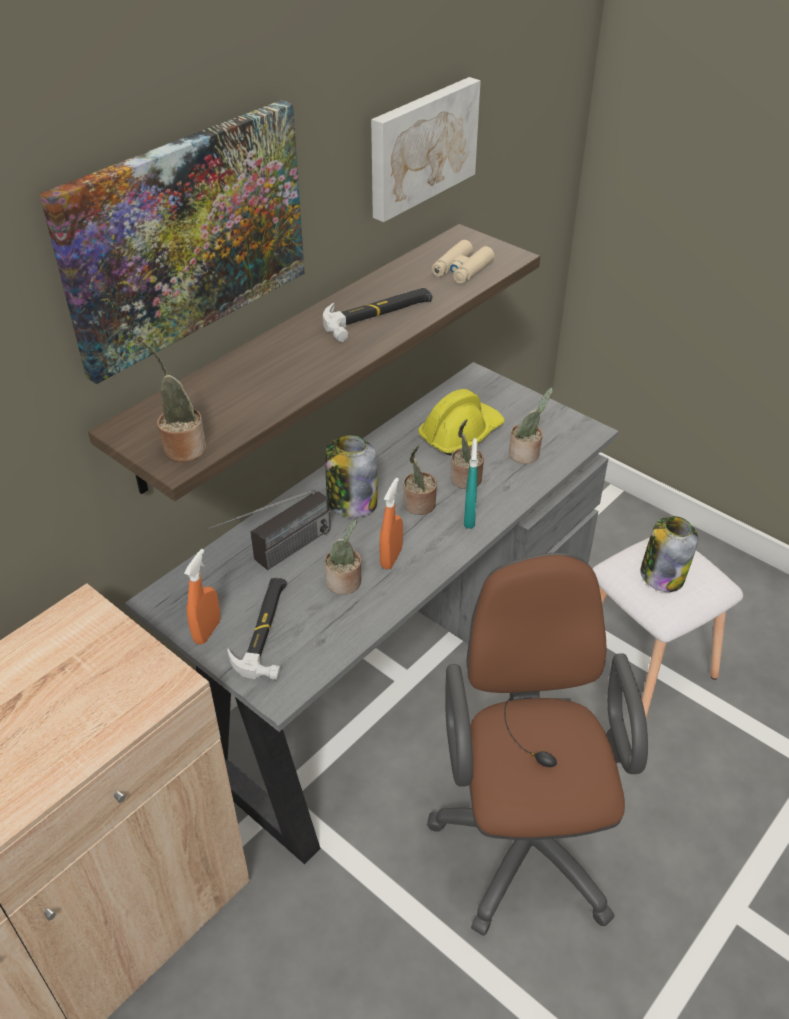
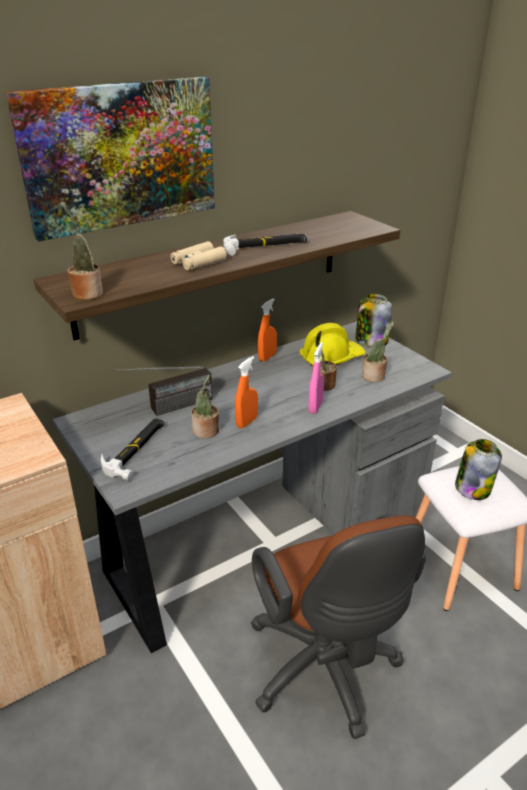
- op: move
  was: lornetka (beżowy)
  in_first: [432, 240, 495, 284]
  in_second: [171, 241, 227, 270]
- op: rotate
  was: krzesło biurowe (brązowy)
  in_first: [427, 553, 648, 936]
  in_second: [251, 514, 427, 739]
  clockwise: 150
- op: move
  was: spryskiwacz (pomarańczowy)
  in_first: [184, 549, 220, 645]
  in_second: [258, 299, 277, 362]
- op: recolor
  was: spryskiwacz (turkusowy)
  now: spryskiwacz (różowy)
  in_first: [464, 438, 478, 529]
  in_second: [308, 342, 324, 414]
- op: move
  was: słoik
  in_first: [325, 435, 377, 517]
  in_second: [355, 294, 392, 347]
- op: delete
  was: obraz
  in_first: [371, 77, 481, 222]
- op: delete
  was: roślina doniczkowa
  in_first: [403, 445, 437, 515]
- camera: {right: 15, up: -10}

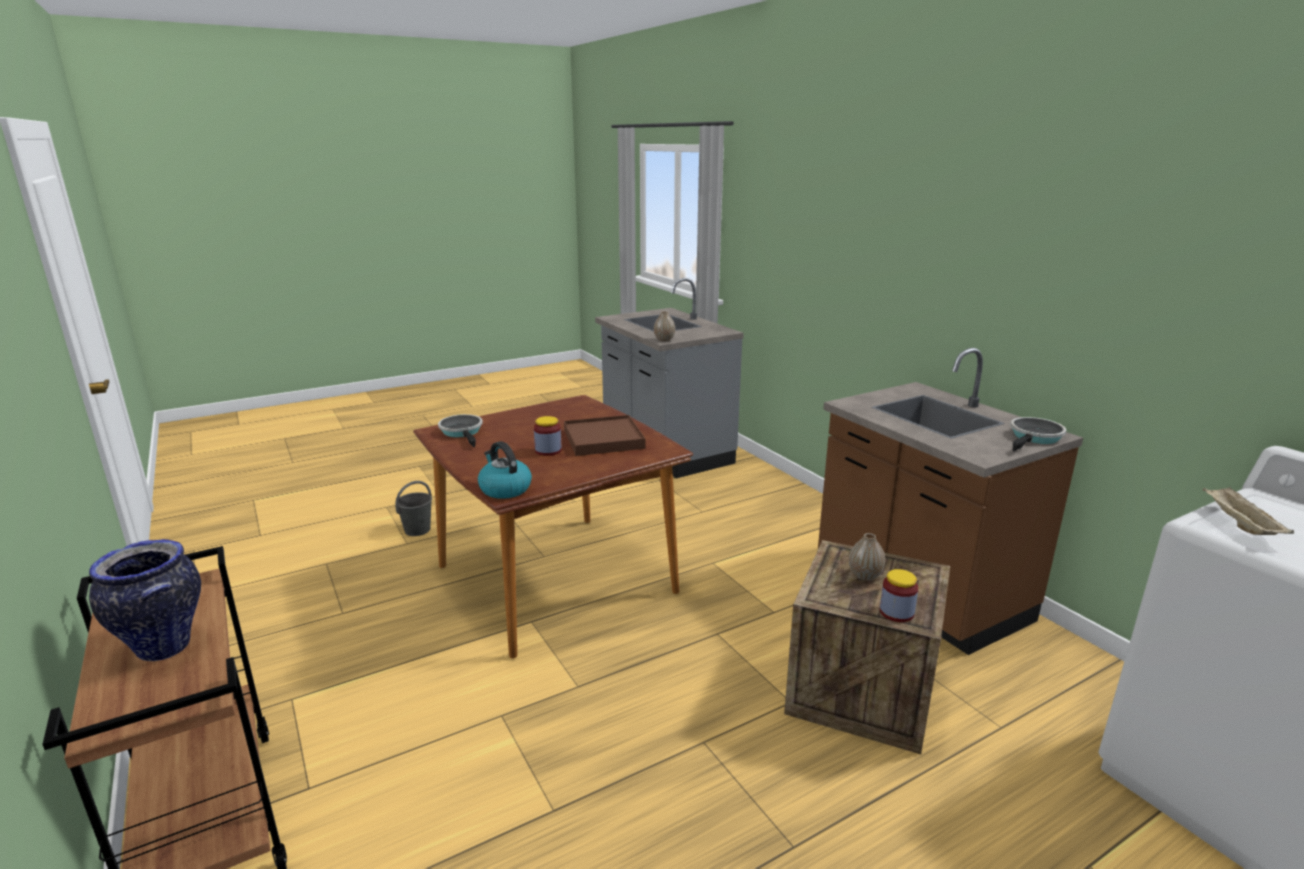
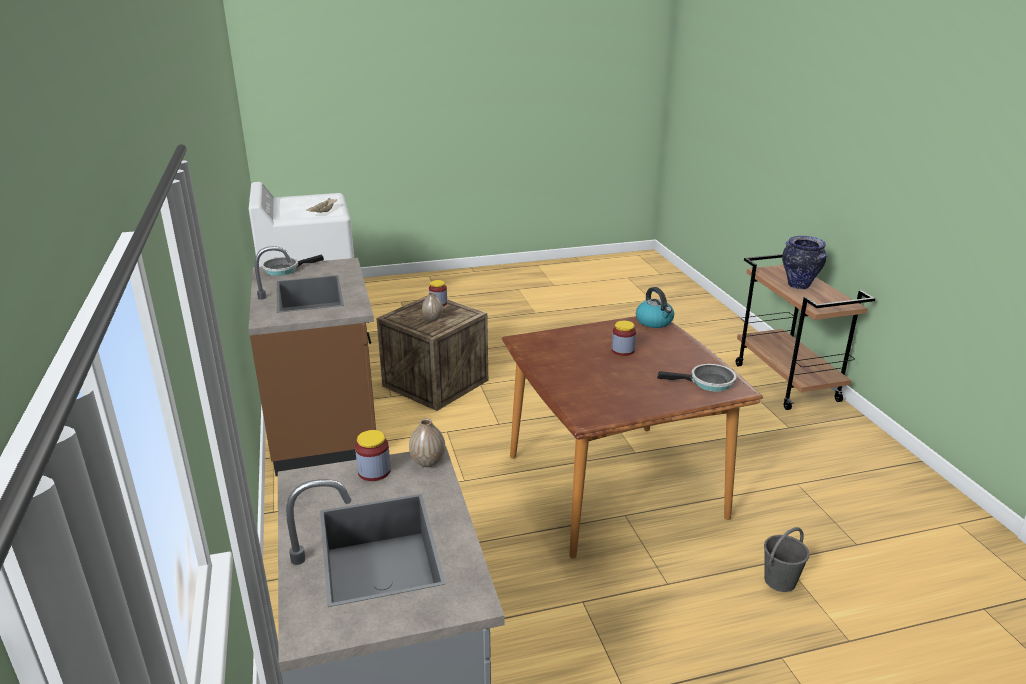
- op: insert
  now: słoik
  in_second: [355, 430, 391, 481]
- op: rotate
  was: patelnia
  in_first: [438, 414, 483, 447]
  in_second: [657, 364, 736, 391]
  clockwise: -75
- op: delete
  was: taca (brązowy)
  in_first: [564, 415, 646, 456]
- camera: {right: -165, up: 5}

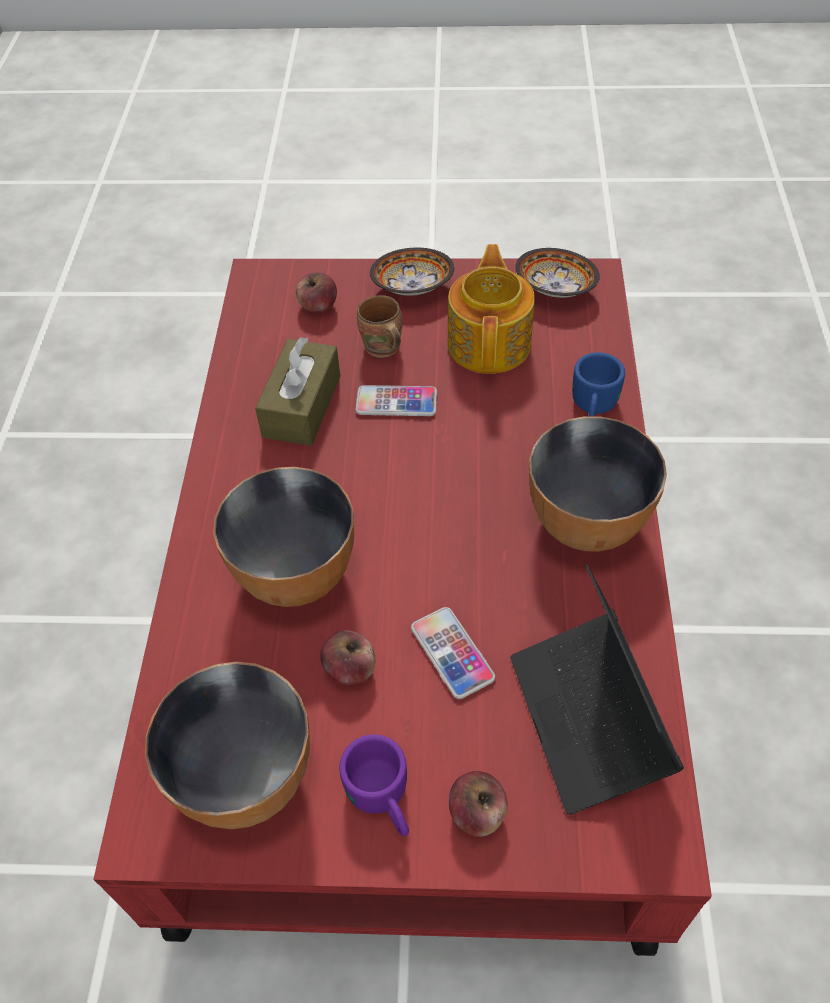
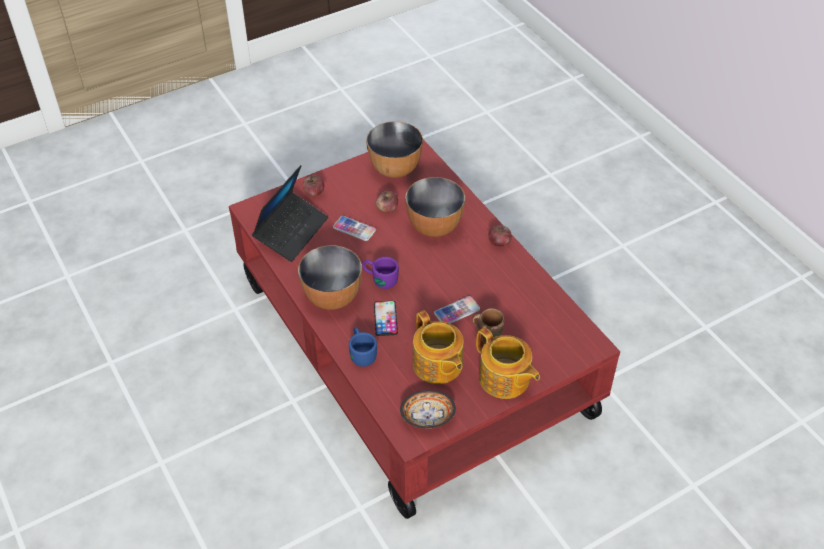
- op: rotate
  was: laptop
  in_first: [510, 564, 684, 815]
  in_second: [252, 165, 328, 262]
  clockwise: 75
- op: move
  was: kubek (fioletowy)
  in_first: [339, 734, 409, 836]
  in_second: [362, 257, 399, 289]
- op: insert
  now: telefon
  in_second: [374, 301, 398, 336]
- op: replace
  was: miska
  now: imbryk
  in_first: [370, 248, 455, 296]
  in_second: [476, 327, 540, 399]
- op: move
  was: jabłko
  in_first: [296, 272, 337, 312]
  in_second: [489, 225, 512, 247]
- op: delete
  was: pudełko chusteczek (brązowy)
  in_first: [255, 337, 340, 446]
- camera: {right: 145, up: -5}

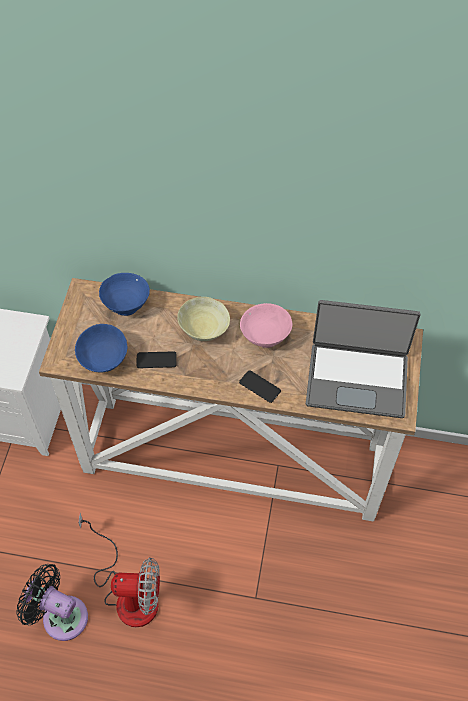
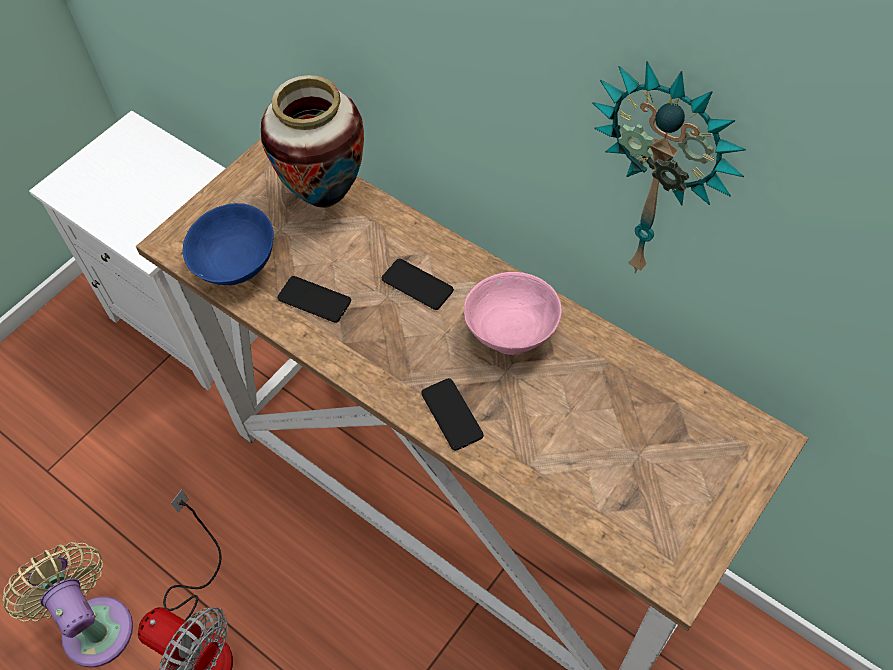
- op: recolor
  was: wentylator (czarny)
  now: wentylator (beżowy)
  in_first: [17, 564, 88, 641]
  in_second: [3, 542, 133, 667]
- op: replace
  was: miska (niebieski)
  now: wazon
  in_first: [99, 273, 150, 316]
  in_second: [261, 75, 364, 208]
- op: replace
  was: miska (beżowy)
  now: telefon
  in_first: [177, 297, 230, 341]
  in_second: [382, 259, 454, 310]
- op: insert
  now: zegar ścienny
  in_second: [592, 61, 746, 274]
- op: delete
  was: laptop
  in_first: [306, 300, 420, 418]
- camera: {right: 30, up: 0}

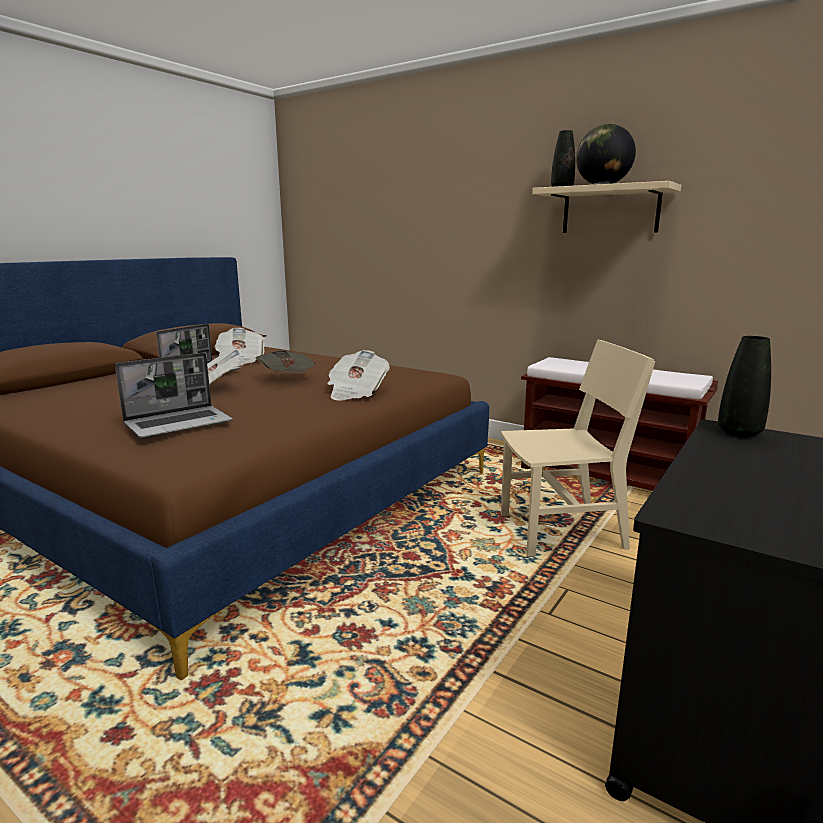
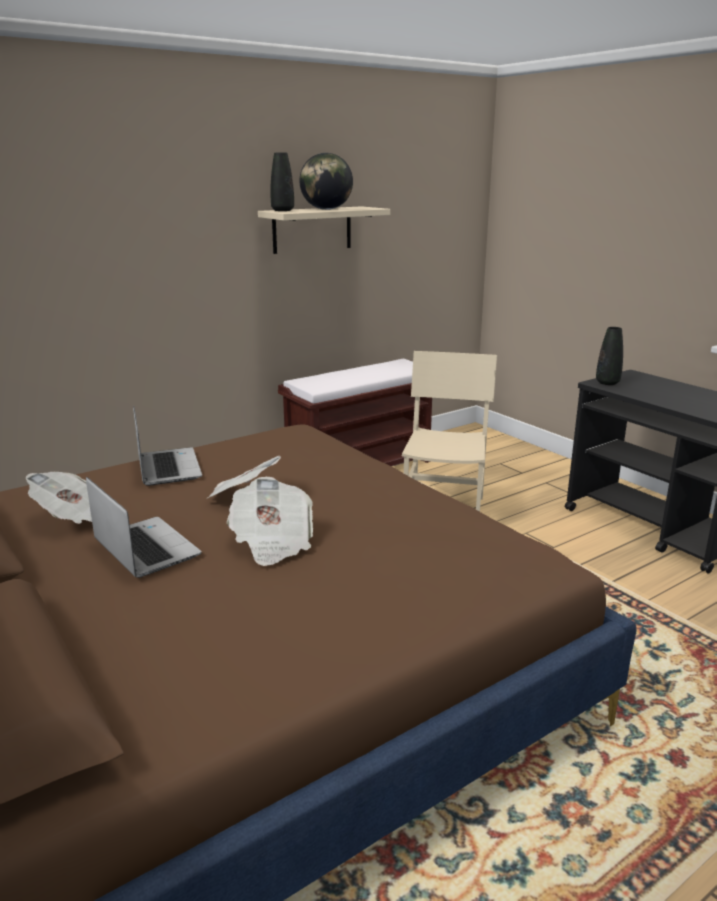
- op: move
  was: laptop
  in_first: [115, 353, 233, 438]
  in_second: [133, 406, 202, 486]
- op: delete
  was: gazeta
  in_first: [328, 350, 390, 401]
- camera: {right: -70, up: 5}

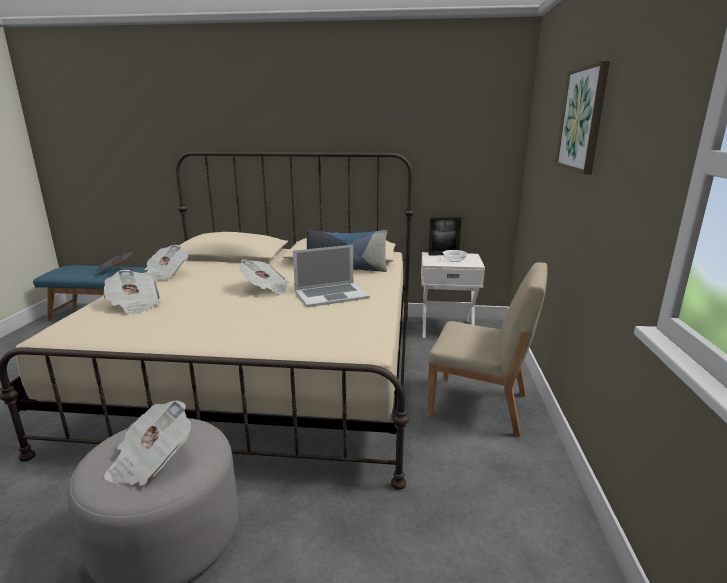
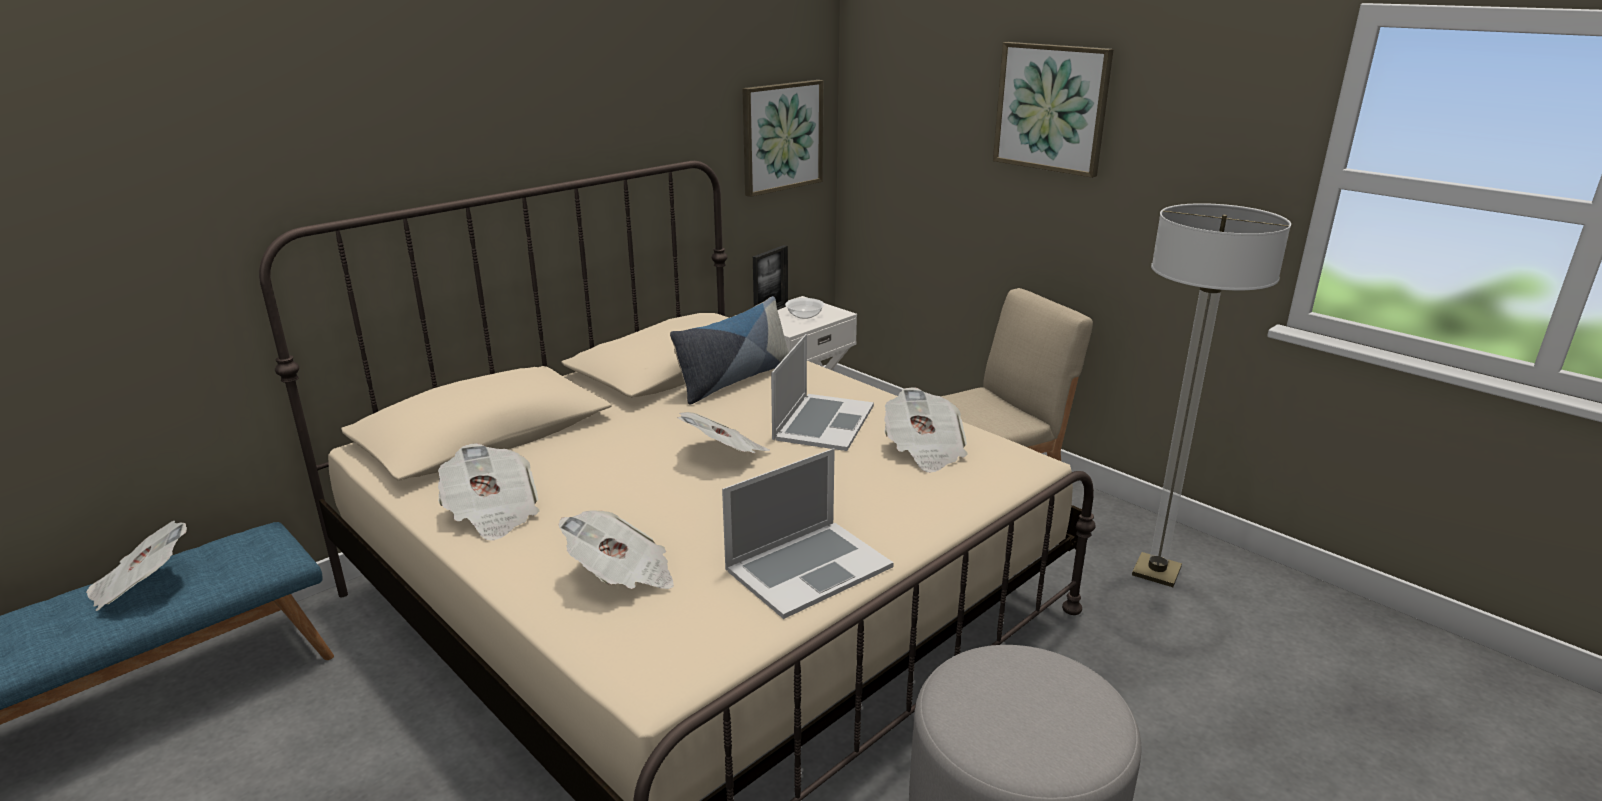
- op: insert
  now: laptop
  in_second: [722, 448, 894, 619]
- op: insert
  now: obraz
  in_second: [742, 80, 823, 197]
- op: move
  was: gazeta
  in_first: [104, 400, 191, 486]
  in_second: [884, 387, 968, 473]
- op: insert
  now: lampa stojąca
  in_second: [1132, 203, 1291, 587]
- camera: {right: -50, up: 5}

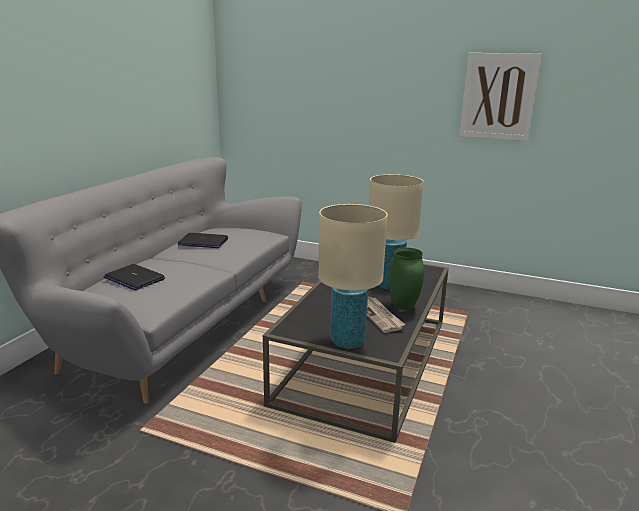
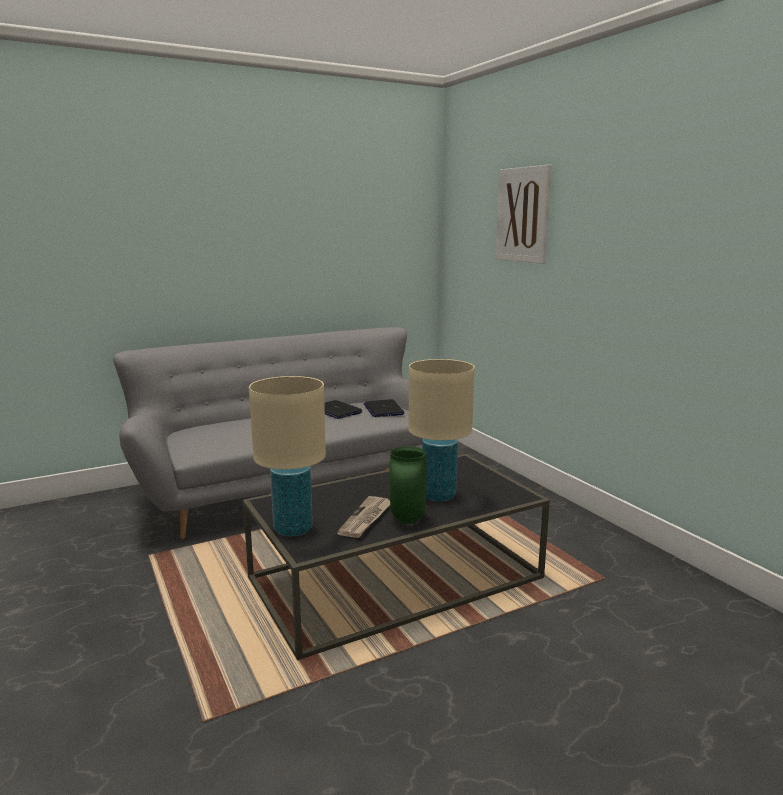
- op: move
  was: laptop
  in_first: [104, 264, 165, 290]
  in_second: [364, 399, 405, 417]
- op: move
  was: obraz
  in_first: [459, 53, 542, 141]
  in_second: [495, 165, 552, 264]
- camera: {right: 40, up: -5}

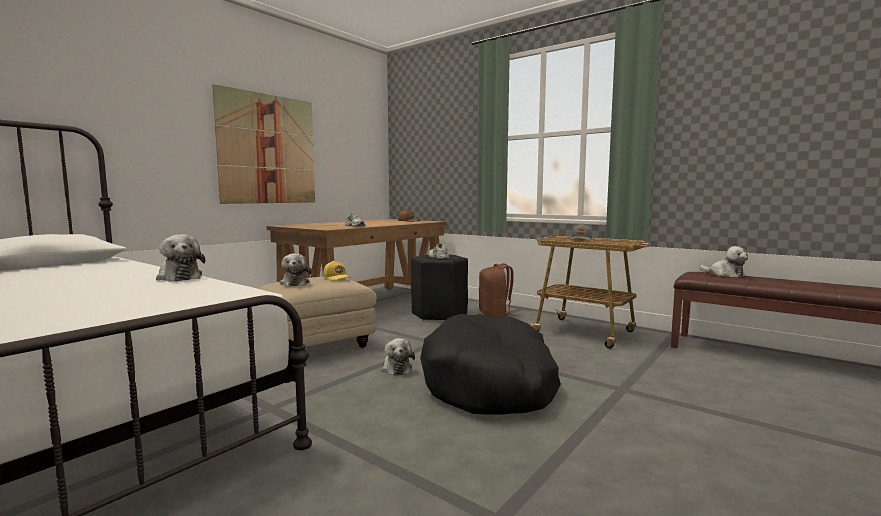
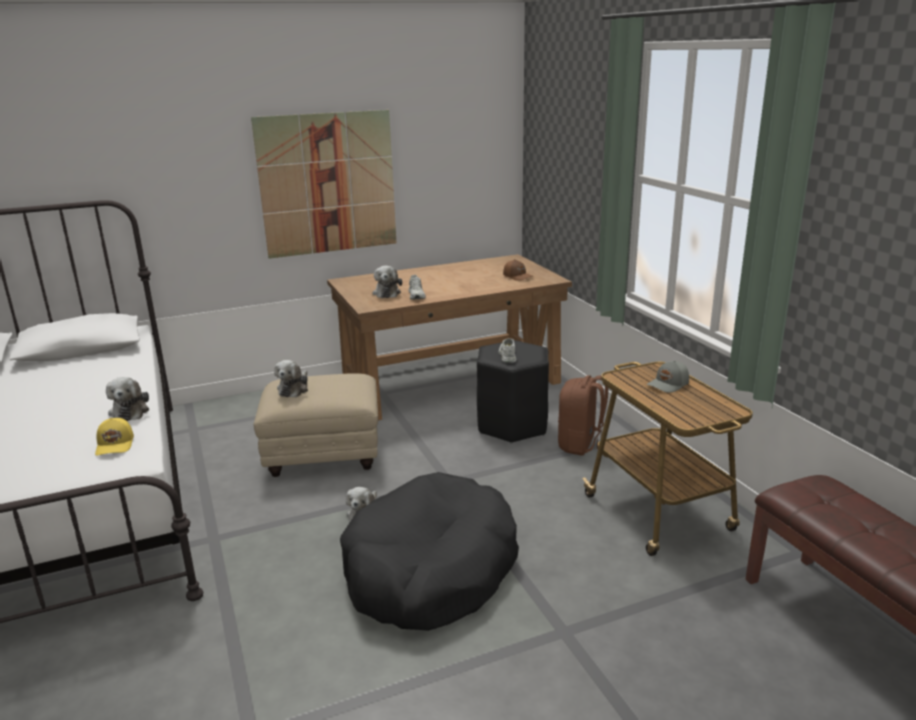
- op: move
  was: czapka z daszkiem (żółty)
  in_first: [323, 260, 351, 280]
  in_second: [95, 418, 134, 456]
- op: move
  was: pluszak
  in_first: [699, 246, 748, 277]
  in_second: [373, 266, 402, 298]
- camera: {right: 30, up: 15}

